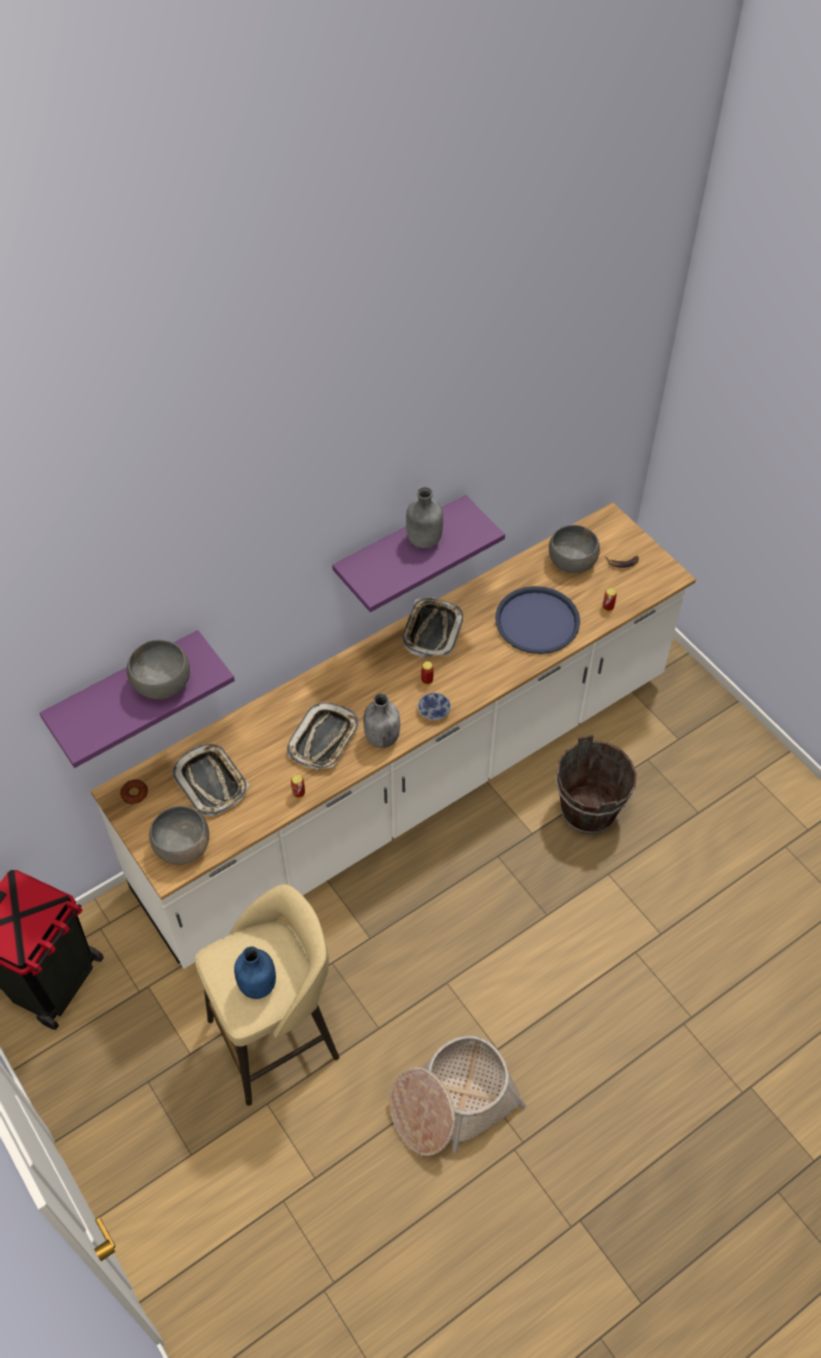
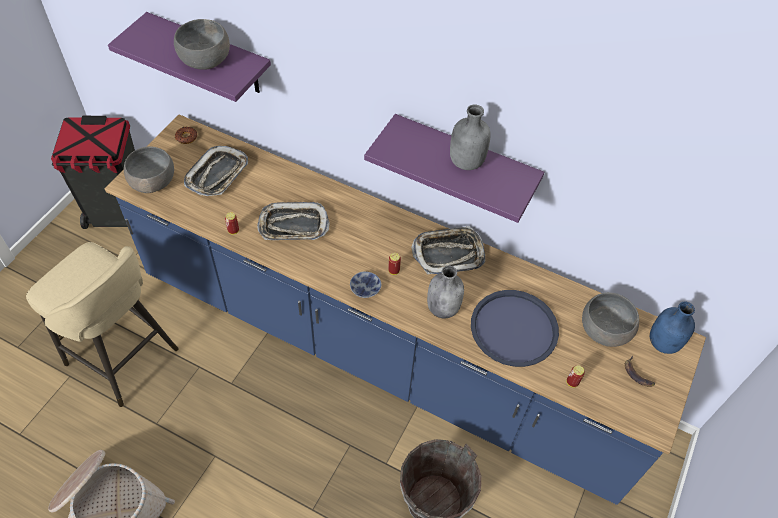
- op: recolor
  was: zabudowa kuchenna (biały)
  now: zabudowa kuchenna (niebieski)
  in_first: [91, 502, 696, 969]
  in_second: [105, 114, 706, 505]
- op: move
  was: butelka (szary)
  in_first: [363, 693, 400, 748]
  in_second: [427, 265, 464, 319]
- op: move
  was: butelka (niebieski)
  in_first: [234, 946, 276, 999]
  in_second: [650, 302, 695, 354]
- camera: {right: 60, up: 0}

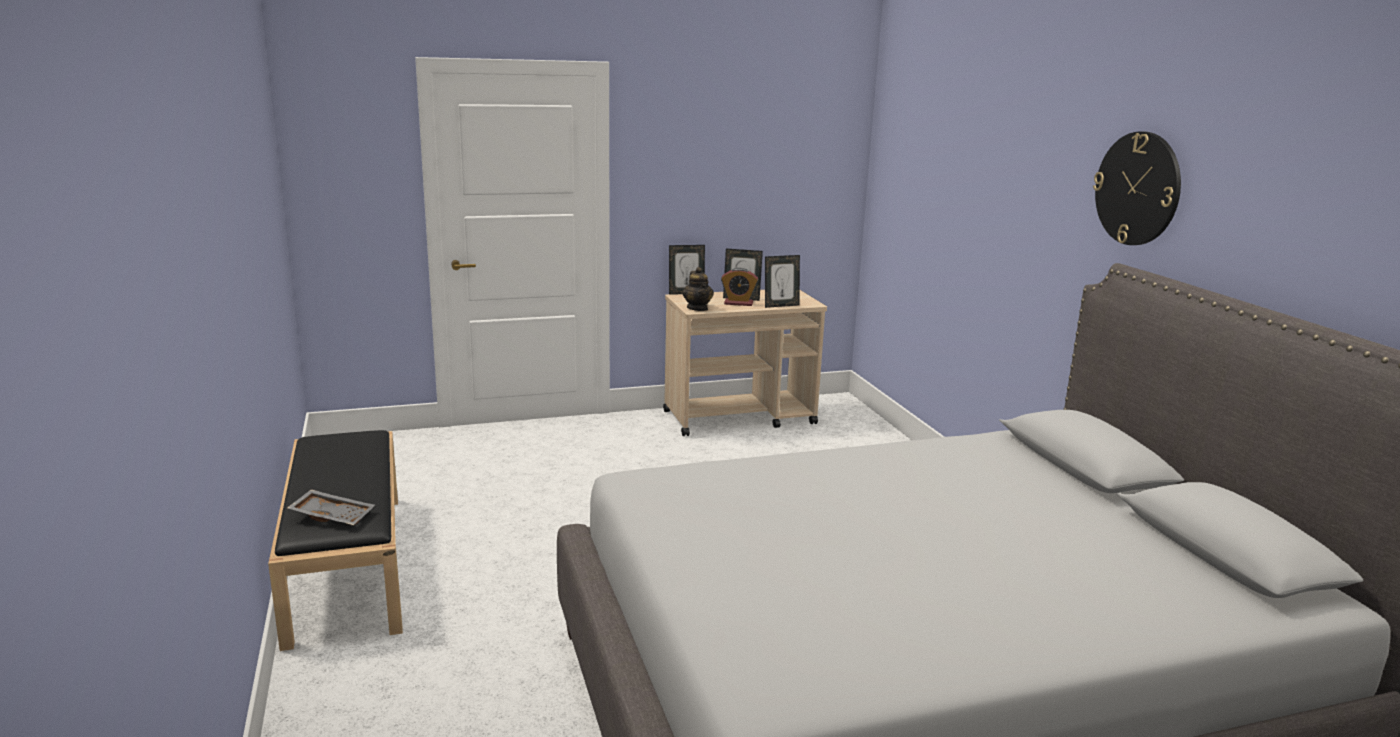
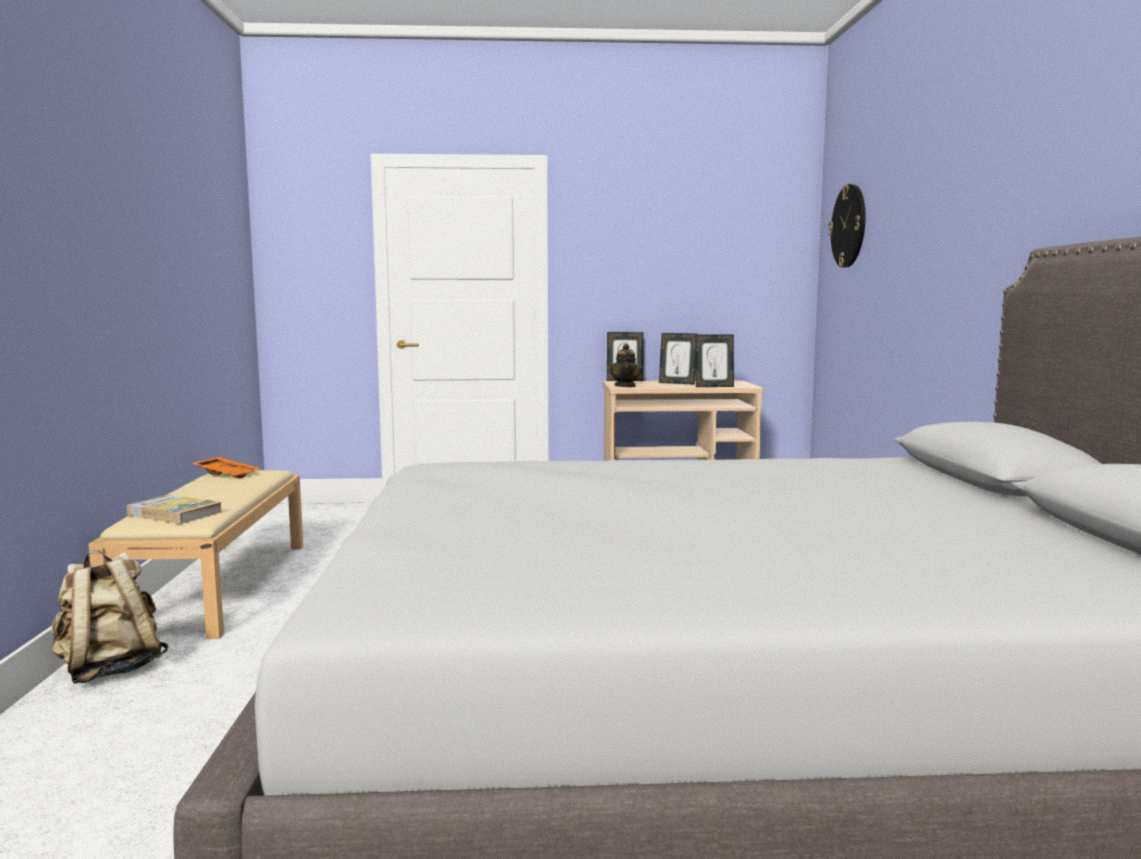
- op: insert
  now: plecak (beżowy)
  in_second: [51, 550, 169, 684]
- op: recolor
  was: ławka (czarny)
  now: ławka (beżowy)
  in_first: [268, 430, 403, 651]
  in_second: [88, 470, 303, 639]
- op: replace
  was: taca (szary)
  now: książka
  in_first: [287, 489, 375, 525]
  in_second: [127, 495, 222, 524]
- op: insert
  now: taca (pomarańczowy)
  in_second: [192, 457, 261, 478]
- op: move
  was: zegar ścienny
  in_first: [1093, 132, 1181, 245]
  in_second: [828, 184, 866, 267]
- op: delete
  was: budzik
  in_first: [721, 268, 758, 306]
- camera: {right: 15, up: -10}

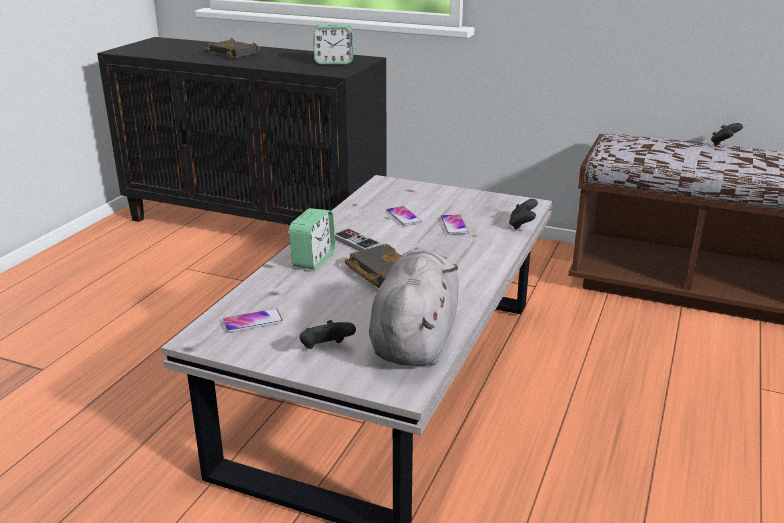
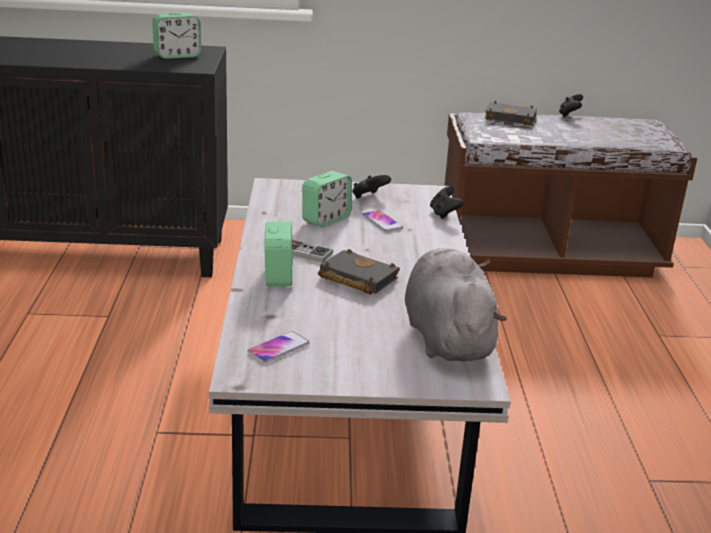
- op: replace
  was: telefon
  now: budzik
  in_first: [386, 206, 422, 226]
  in_second: [302, 171, 352, 227]
- op: move
  was: pad do gier (czarny)
  in_first: [299, 320, 356, 349]
  in_second: [352, 175, 391, 198]
- op: move
  was: książka (czarny)
  in_first: [205, 38, 261, 59]
  in_second: [484, 100, 537, 126]
- camera: {right: -25, up: 0}

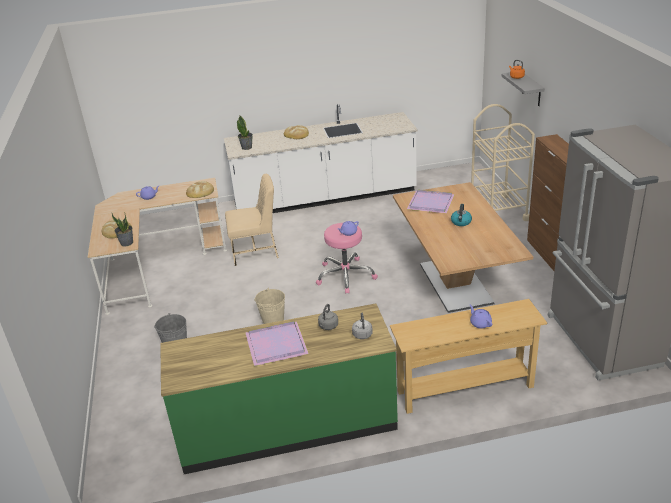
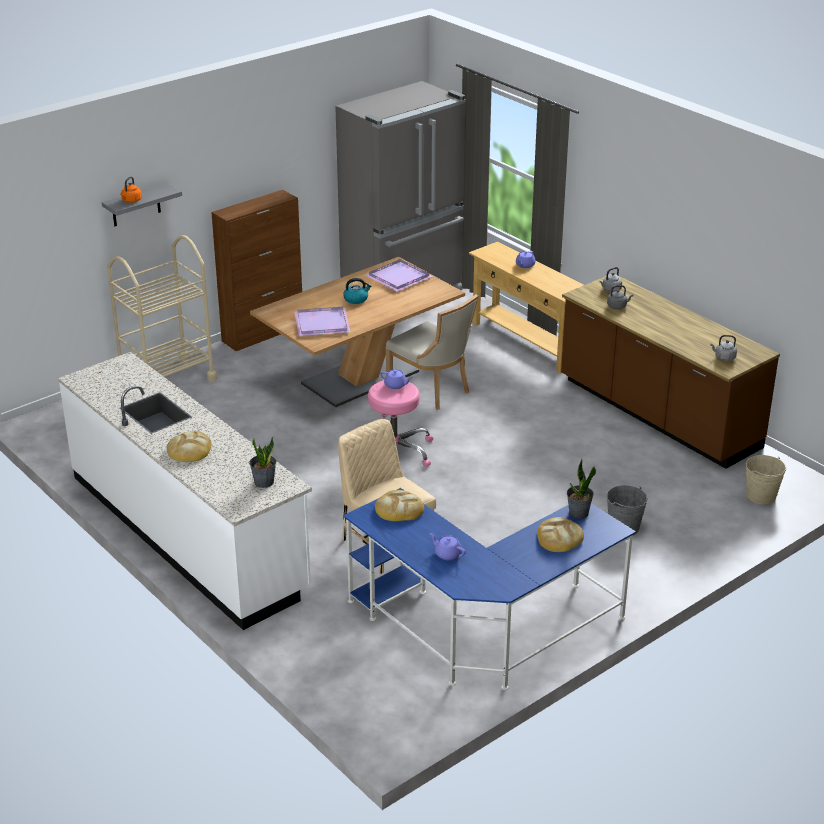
- op: recolor
  was: biurko (beżowy)
  now: biurko (niebieski)
  in_first: [88, 178, 227, 315]
  in_second: [343, 488, 636, 690]
- op: move
  was: taca (fioletowy)
  in_first: [246, 321, 309, 366]
  in_second: [366, 259, 433, 292]
- op: insert
  now: krzesło (beżowy)
  in_second: [386, 294, 478, 410]
- op: recolor
  was: zabudowa kuchenna (zielony)
  now: zabudowa kuchenna (brązowy)
  in_first: [160, 304, 398, 474]
  in_second: [561, 274, 780, 469]
- op: insert
  now: czajnik (szary)
  in_second: [710, 335, 737, 361]
- op: move
  was: wiadro (beżowy)
  in_first: [254, 288, 285, 324]
  in_second: [746, 455, 786, 504]
- camera: {right: -120, up: 0}

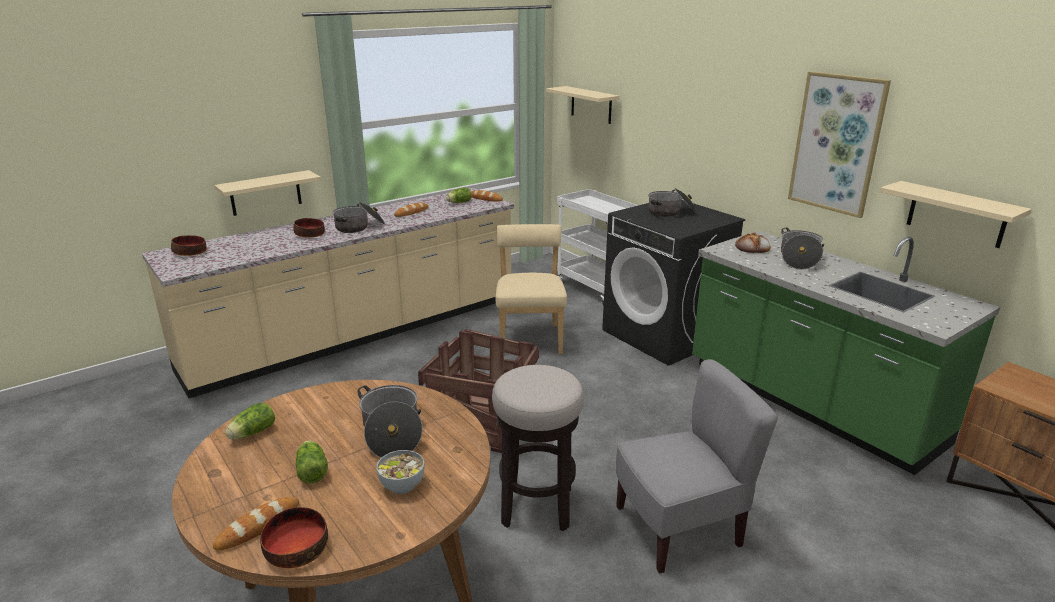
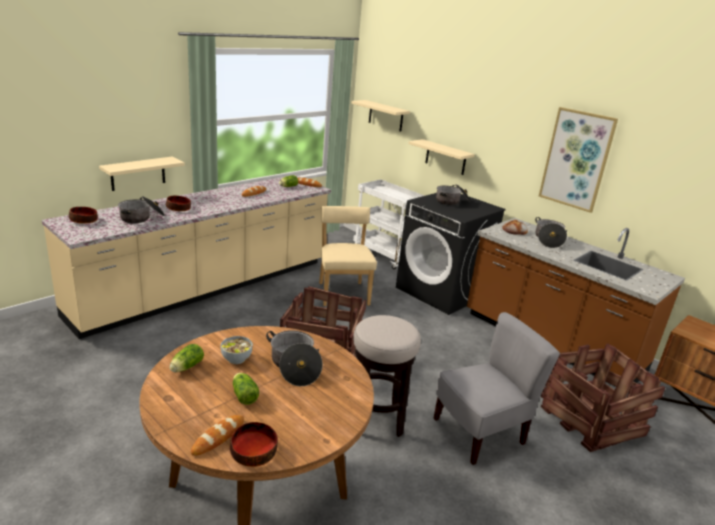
- op: move
  was: garnek
  in_first: [332, 202, 385, 233]
  in_second: [118, 196, 165, 223]
- op: move
  was: miska
  in_first: [376, 450, 425, 494]
  in_second: [221, 336, 253, 364]
- op: move
  was: półka (beżowy)
  in_first: [880, 181, 1032, 248]
  in_second: [408, 139, 475, 175]
- op: recolor
  was: zabudowa kuchenna (zielony)
  now: zabudowa kuchenna (brązowy)
  in_first: [692, 231, 1000, 475]
  in_second: [467, 218, 685, 387]
- op: insert
  now: skrzynka
  in_second: [541, 344, 665, 452]
- camera: {right: -10, up: 0}

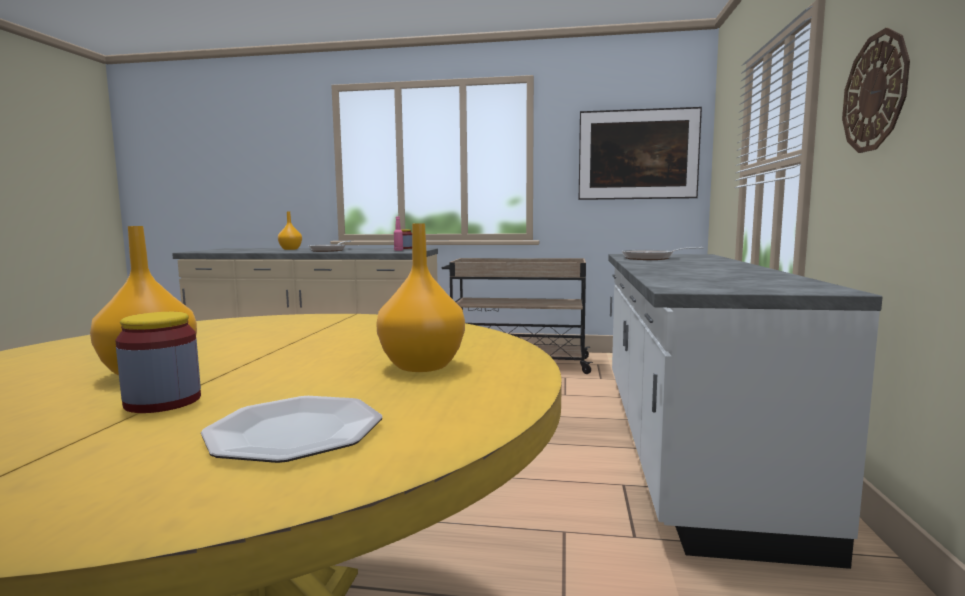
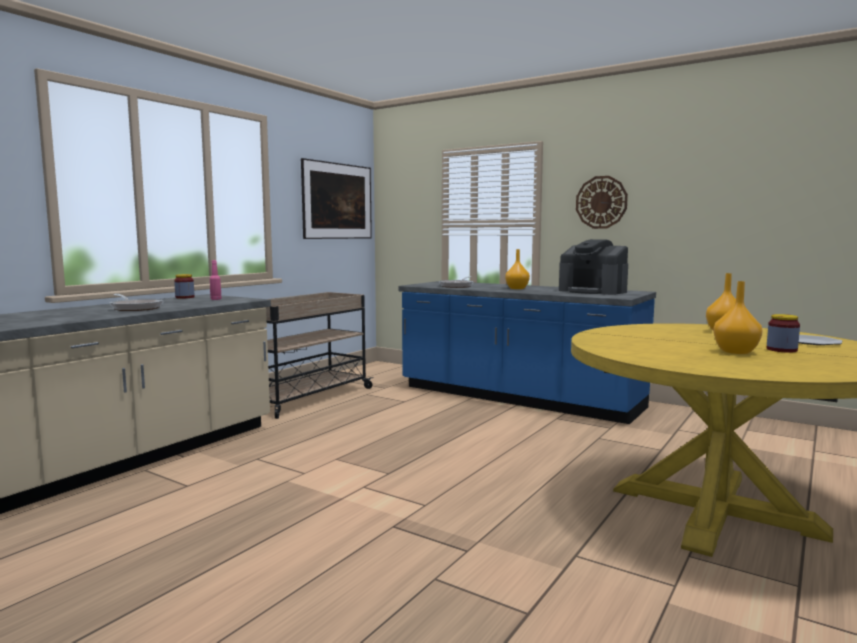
- op: recolor
  was: zabudowa kuchenna (biały)
  now: zabudowa kuchenna (niebieski)
  in_first: [608, 254, 882, 569]
  in_second: [398, 281, 656, 424]
- op: move
  was: wazon (pomarańczowy)
  in_first: [278, 211, 302, 250]
  in_second: [505, 249, 530, 289]
- op: insert
  now: ekspres do kawy
  in_second: [559, 239, 628, 295]
- camera: {right: -65, up: 0}

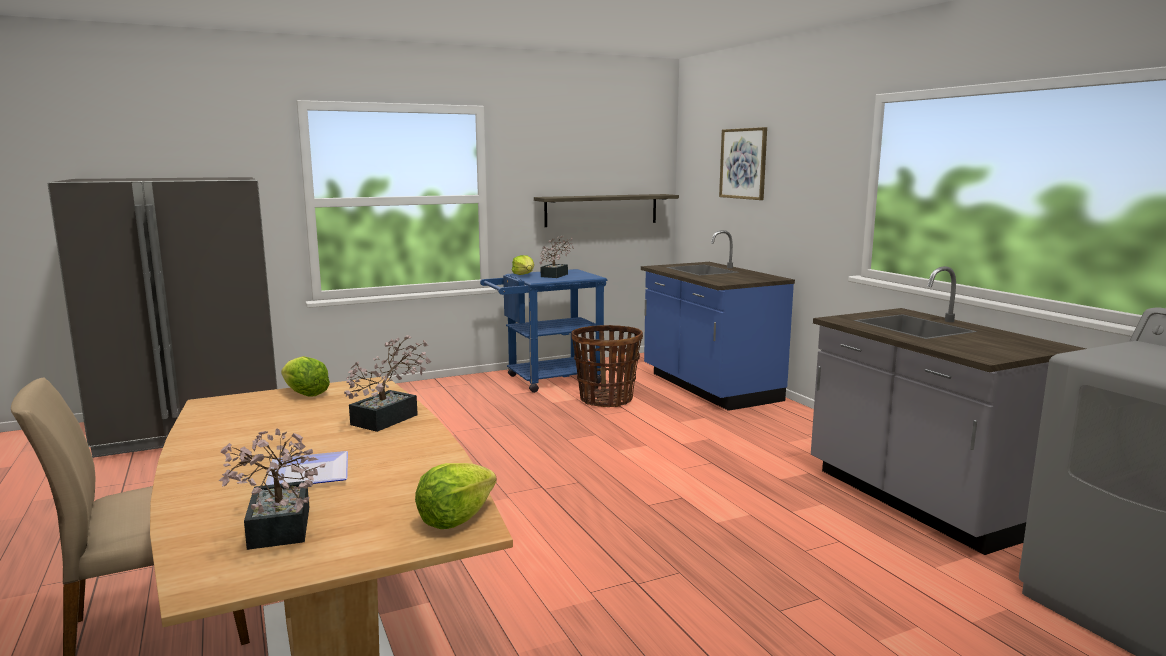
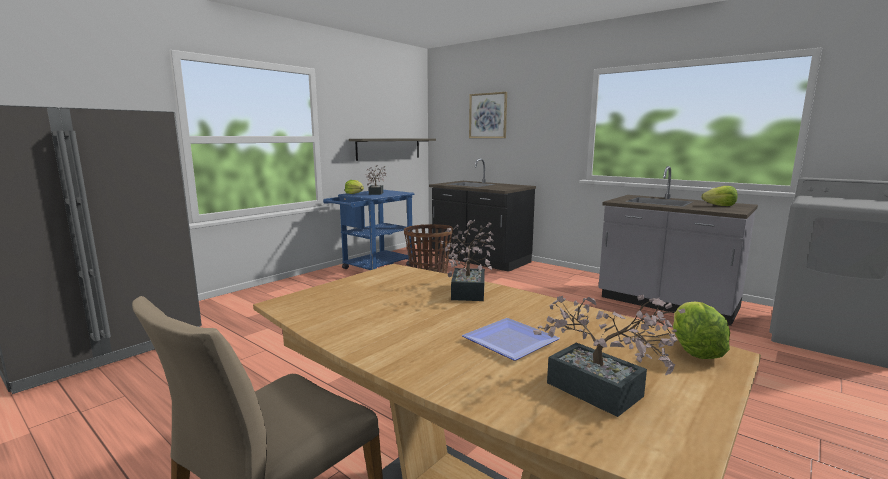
- op: recolor
  was: zabudowa kuchenna (niebieski)
  now: zabudowa kuchenna (czarny)
  in_first: [641, 230, 795, 411]
  in_second: [429, 158, 536, 272]
- op: move
  was: sałata
  in_first: [281, 356, 330, 397]
  in_second: [701, 186, 738, 206]
- camera: {right: -25, up: 0}

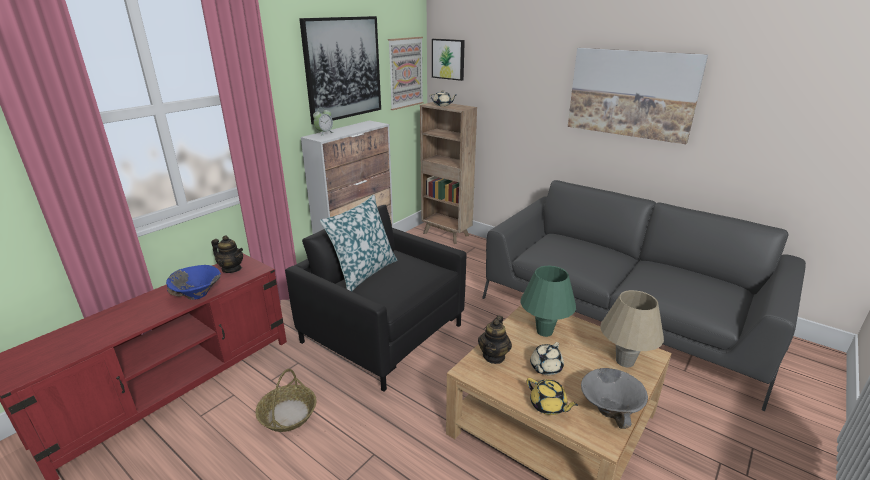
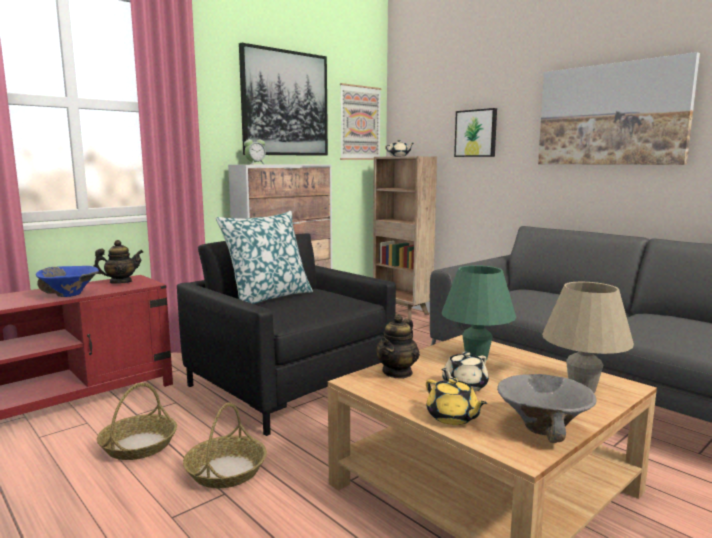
- op: rotate
  was: imbryk
  in_first: [211, 235, 243, 273]
  in_second: [93, 240, 143, 284]
  clockwise: -60
- op: insert
  now: koszyk
  in_second: [183, 402, 267, 488]
- op: move
  was: obraz
  in_first: [432, 39, 465, 81]
  in_second: [454, 108, 497, 157]
- camera: {right: 10, up: -15}

